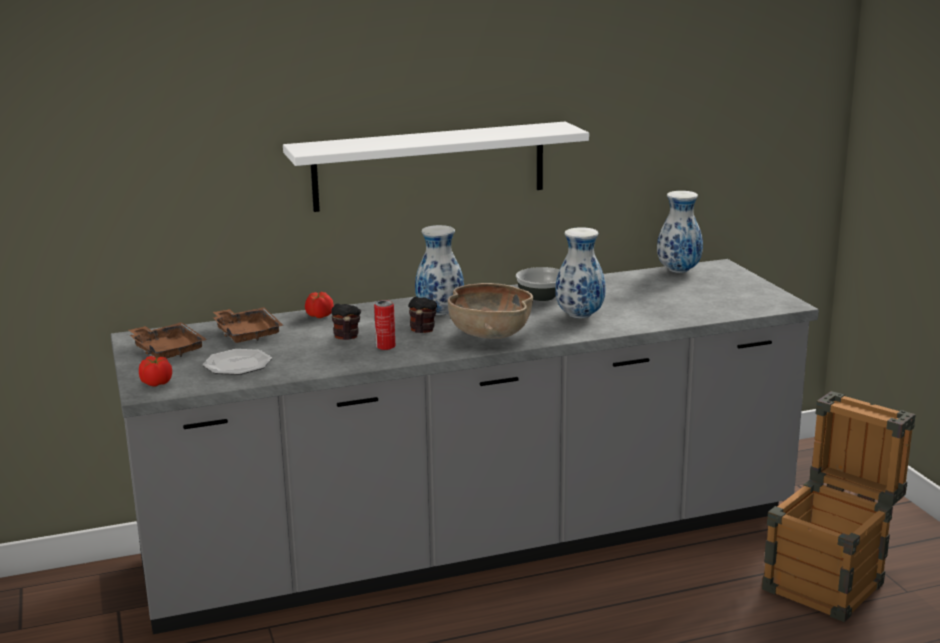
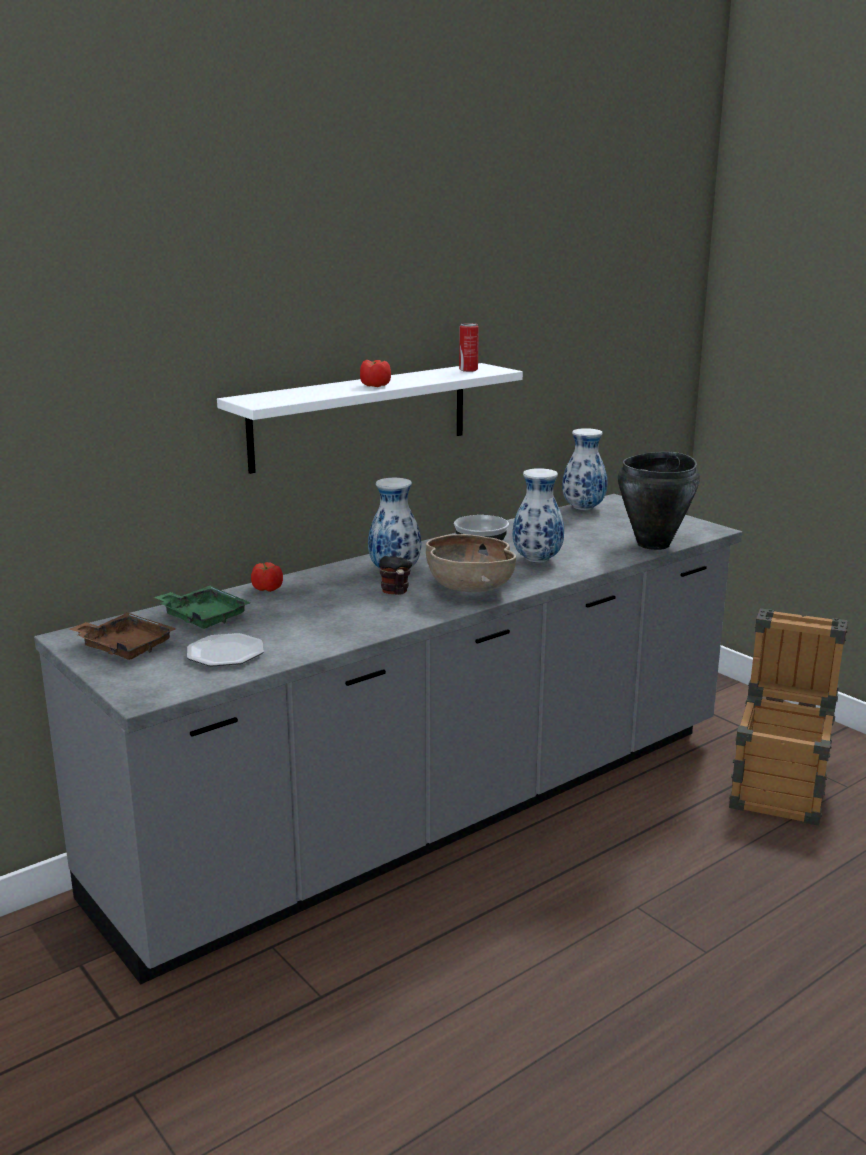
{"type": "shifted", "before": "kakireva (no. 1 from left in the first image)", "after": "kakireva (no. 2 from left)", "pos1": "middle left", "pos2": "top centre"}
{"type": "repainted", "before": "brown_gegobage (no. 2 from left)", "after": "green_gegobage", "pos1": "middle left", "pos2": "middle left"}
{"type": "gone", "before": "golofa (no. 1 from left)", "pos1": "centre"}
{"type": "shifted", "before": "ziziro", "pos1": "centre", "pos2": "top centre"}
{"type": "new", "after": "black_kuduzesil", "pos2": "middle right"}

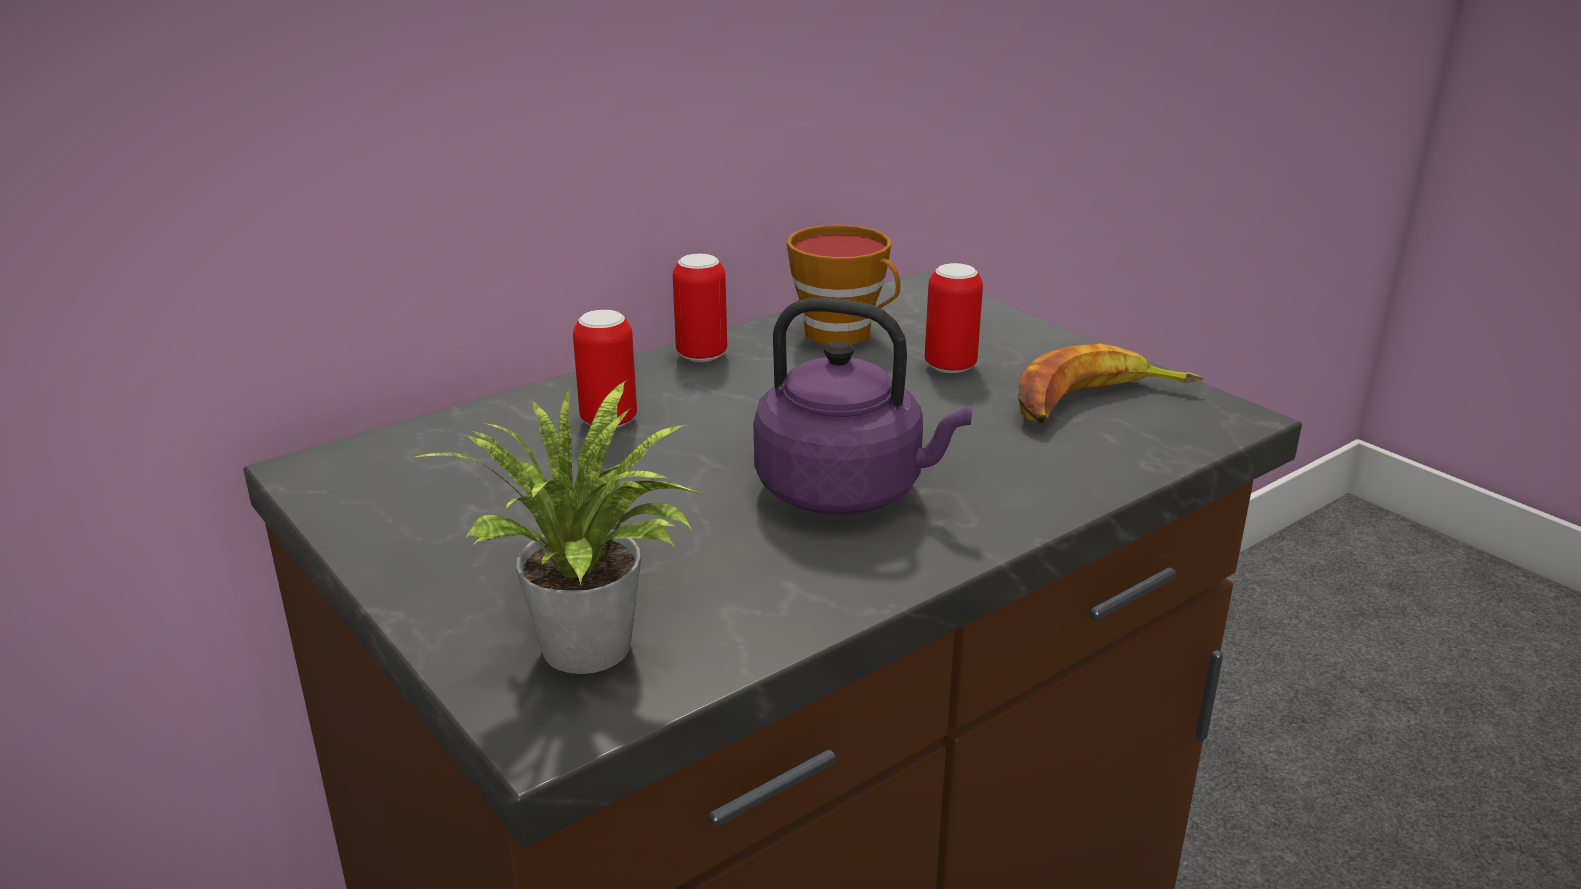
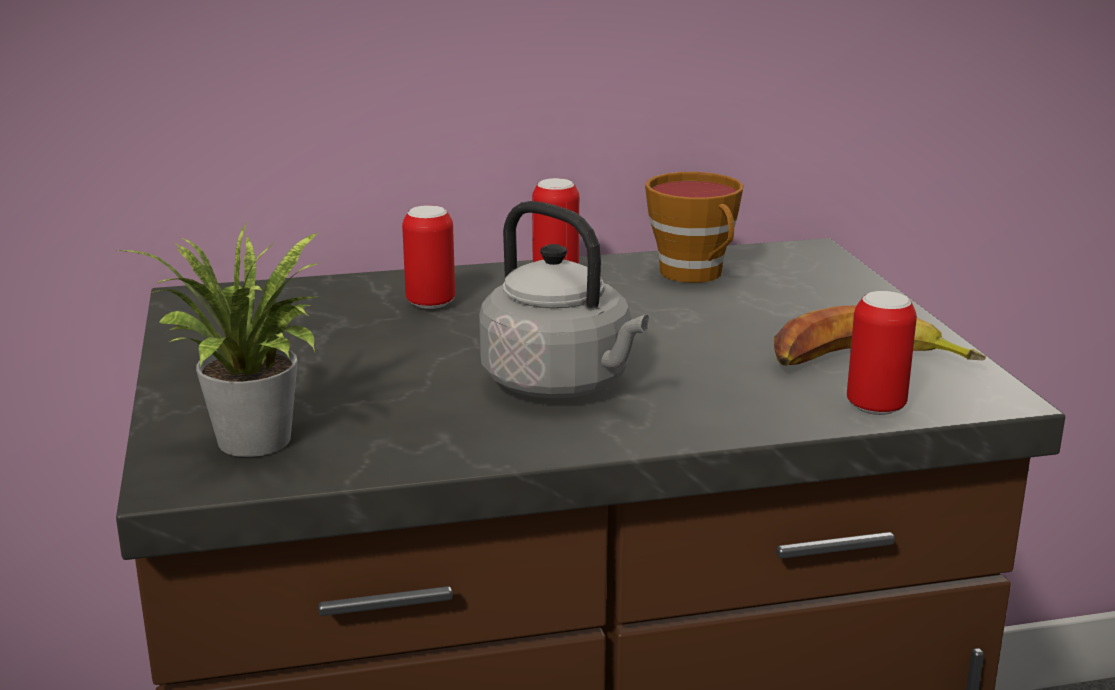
{"type": "repainted", "before": "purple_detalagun", "after": "grey_detalagun", "pos1": "centre", "pos2": "centre"}
{"type": "shifted", "before": "ziziro (no. 3 from left)", "pos1": "centre", "pos2": "middle right"}

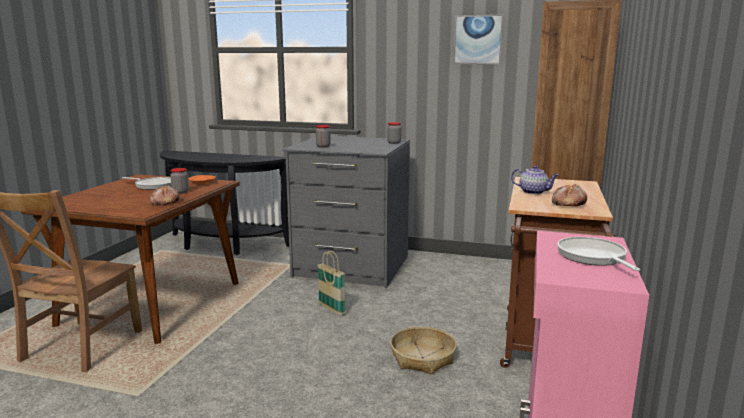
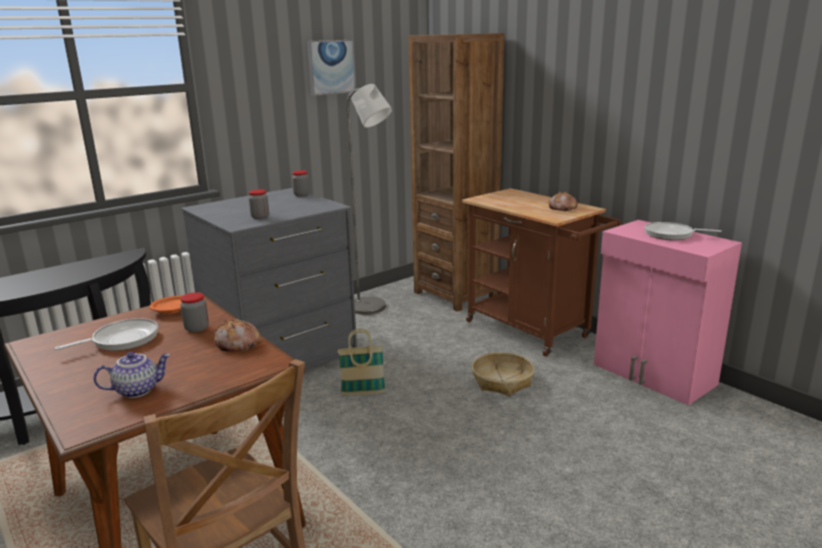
{"type": "shifted", "before": "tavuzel", "pos1": "middle right", "pos2": "bottom left"}
{"type": "new", "after": "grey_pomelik", "pos2": "centre"}

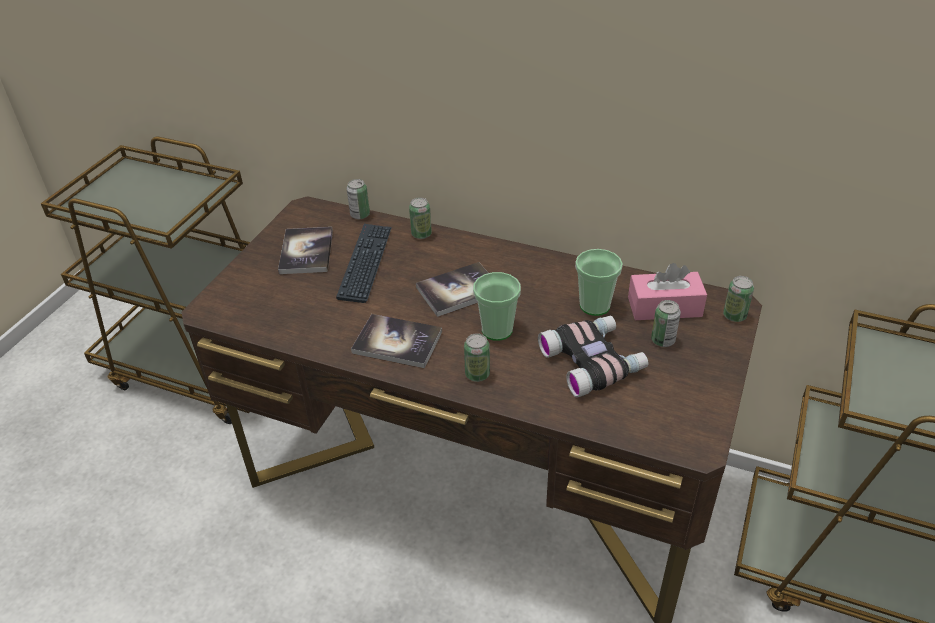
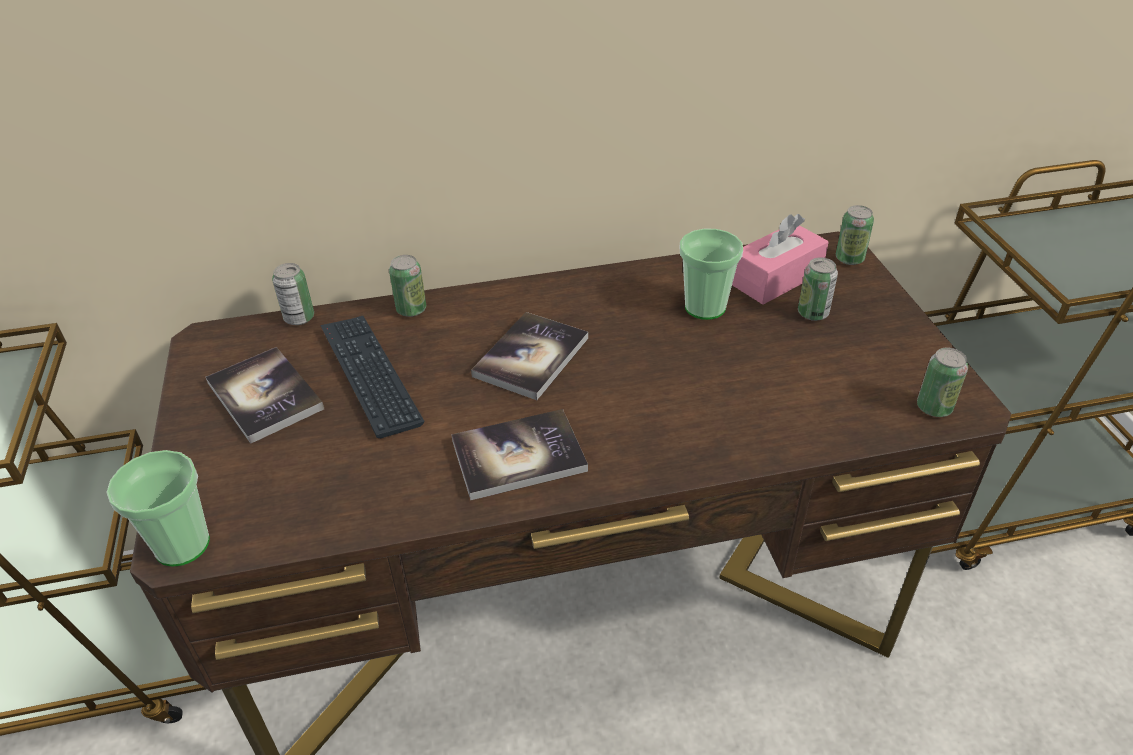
{"type": "shifted", "before": "ziziro (no. 3 from left in the first image)", "after": "ziziro (no. 5 from left)", "pos1": "centre", "pos2": "middle right"}
{"type": "shifted", "before": "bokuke (no. 1 from left)", "pos1": "centre", "pos2": "bottom left"}
{"type": "gone", "before": "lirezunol", "pos1": "centre"}

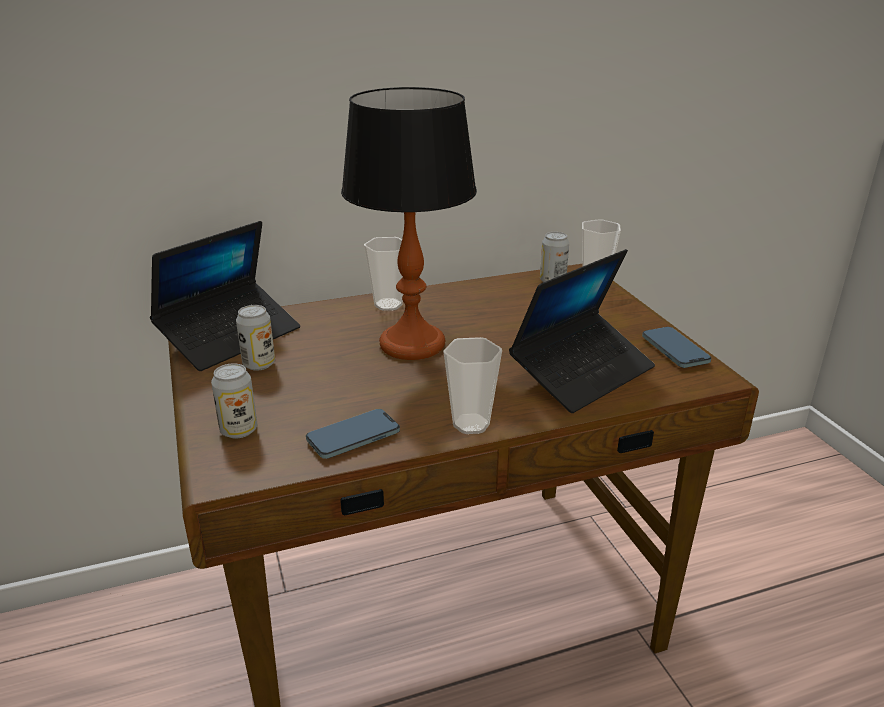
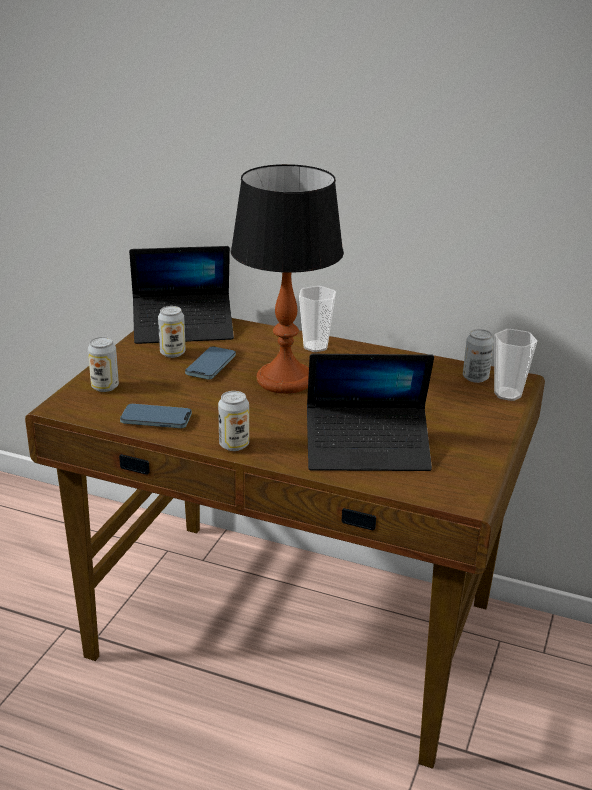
{"type": "swapped", "before": "bokuke (no. 2 from left)", "after": "ziziro (no. 3 from left)", "pos1": "centre", "pos2": "centre"}
{"type": "shifted", "before": "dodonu (no. 2 from left)", "pos1": "middle right", "pos2": "centre"}

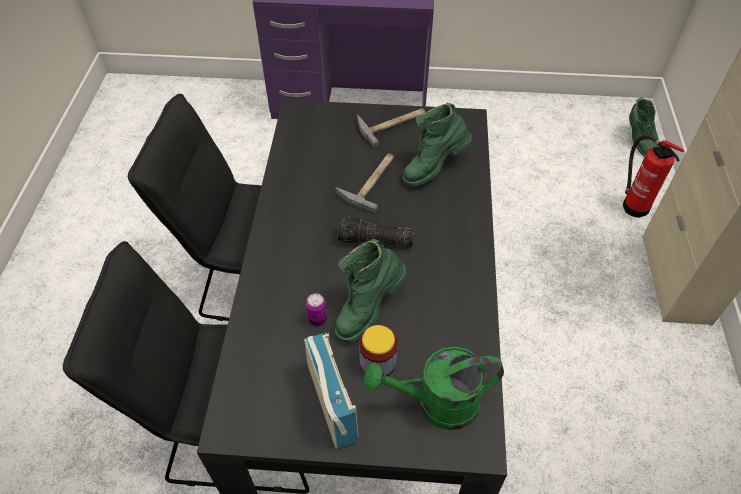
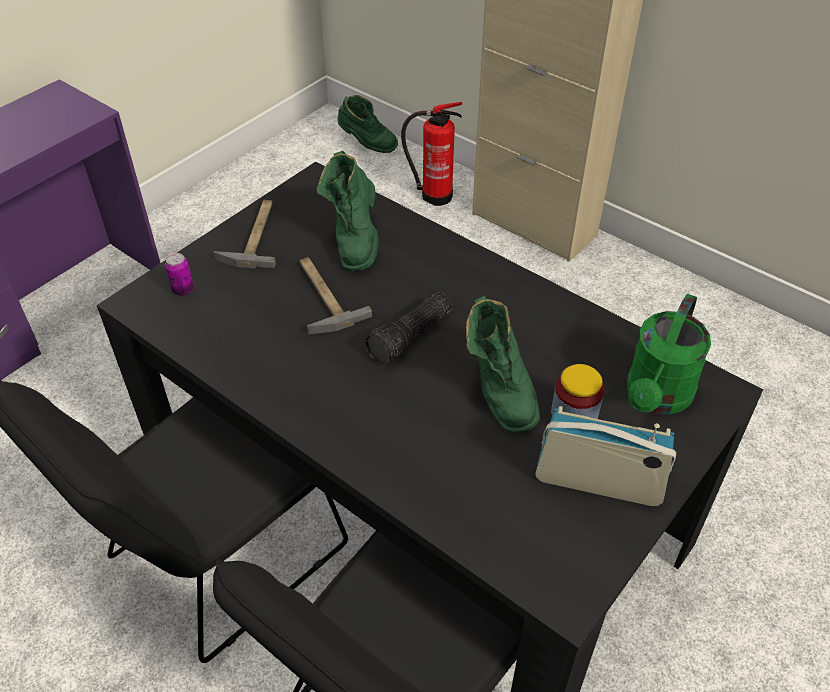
{"type": "shifted", "before": "ziziro", "pos1": "centre", "pos2": "middle left"}

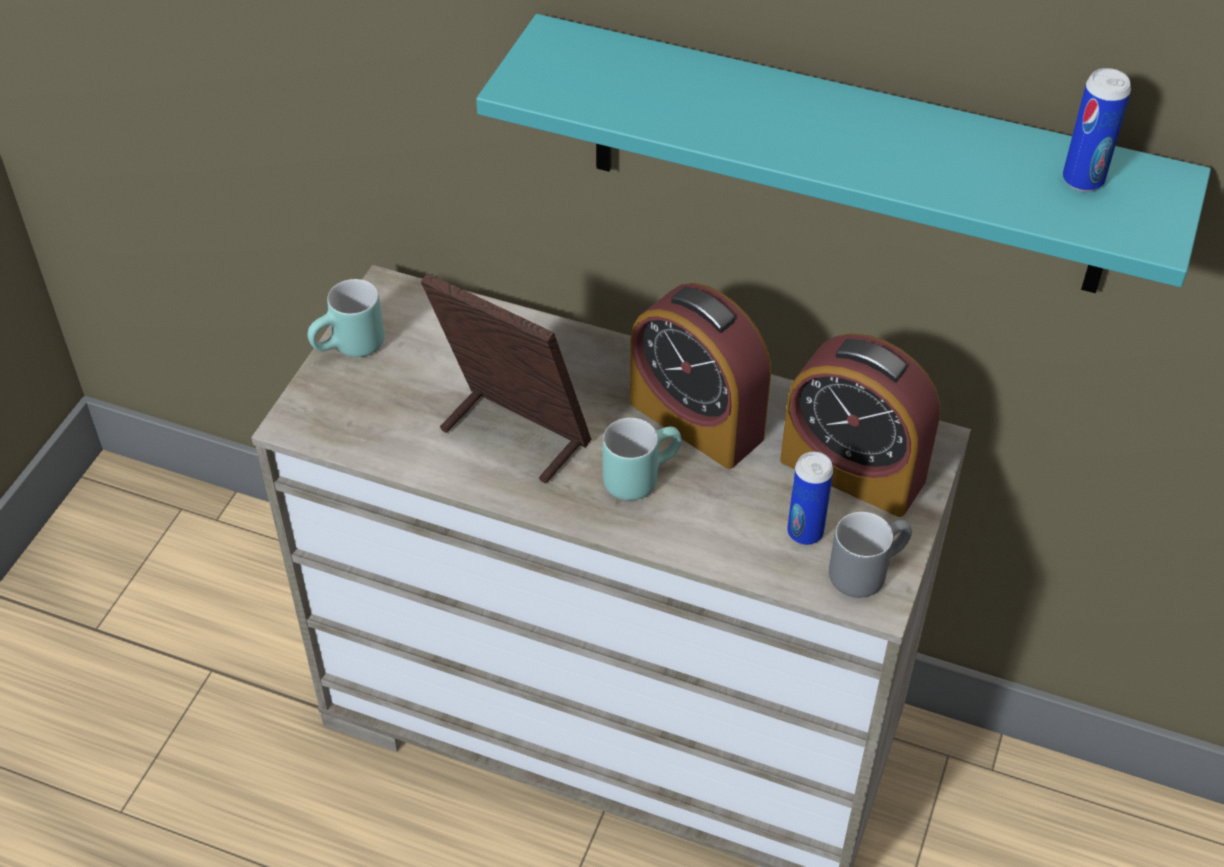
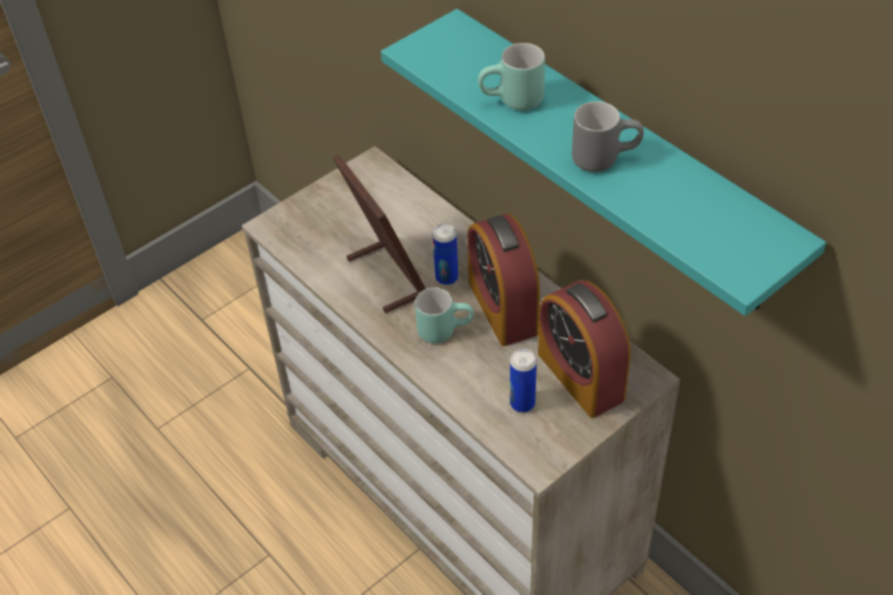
{"type": "shifted", "before": "turquoise_golofa (no. 1 from left in the first image)", "after": "turquoise_golofa (no. 2 from left)", "pos1": "middle left", "pos2": "top centre"}
{"type": "shifted", "before": "grey_golofa", "pos1": "middle right", "pos2": "top right"}
{"type": "shifted", "before": "ziziro (no. 2 from left in the first image)", "after": "ziziro (no. 1 from left)", "pos1": "top right", "pos2": "centre"}

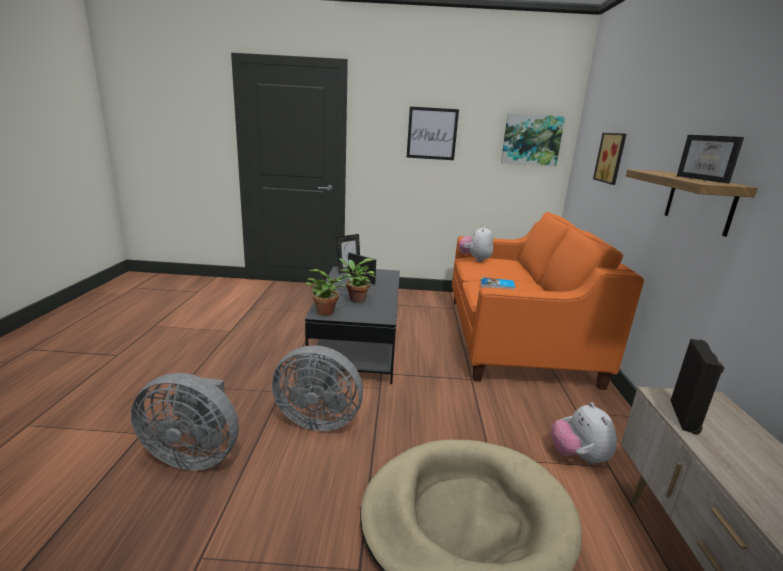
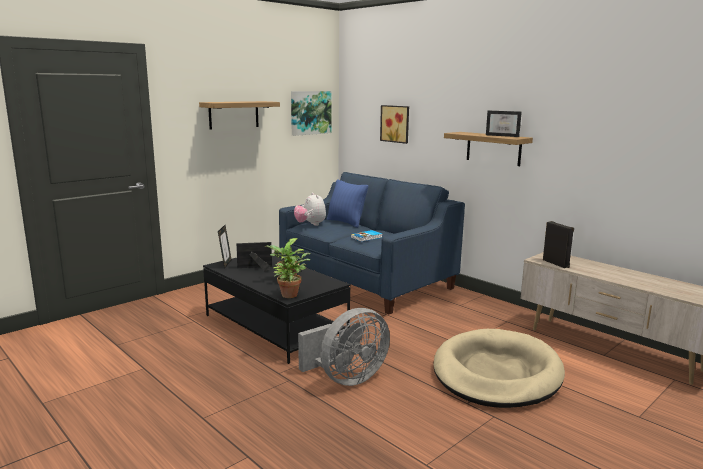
{"type": "gone", "before": "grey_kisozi (no. 1 from left)", "pos1": "bottom left"}
{"type": "swapped", "before": "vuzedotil (no. 1 from left)", "after": "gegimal (no. 1 from left)", "pos1": "top centre", "pos2": "top centre"}
{"type": "repainted", "before": "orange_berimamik", "after": "blue_berimamik", "pos1": "middle right", "pos2": "centre"}
{"type": "gone", "before": "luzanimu (no. 2 from left)", "pos1": "bottom right"}
{"type": "new", "after": "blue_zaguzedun", "pos2": "centre"}

